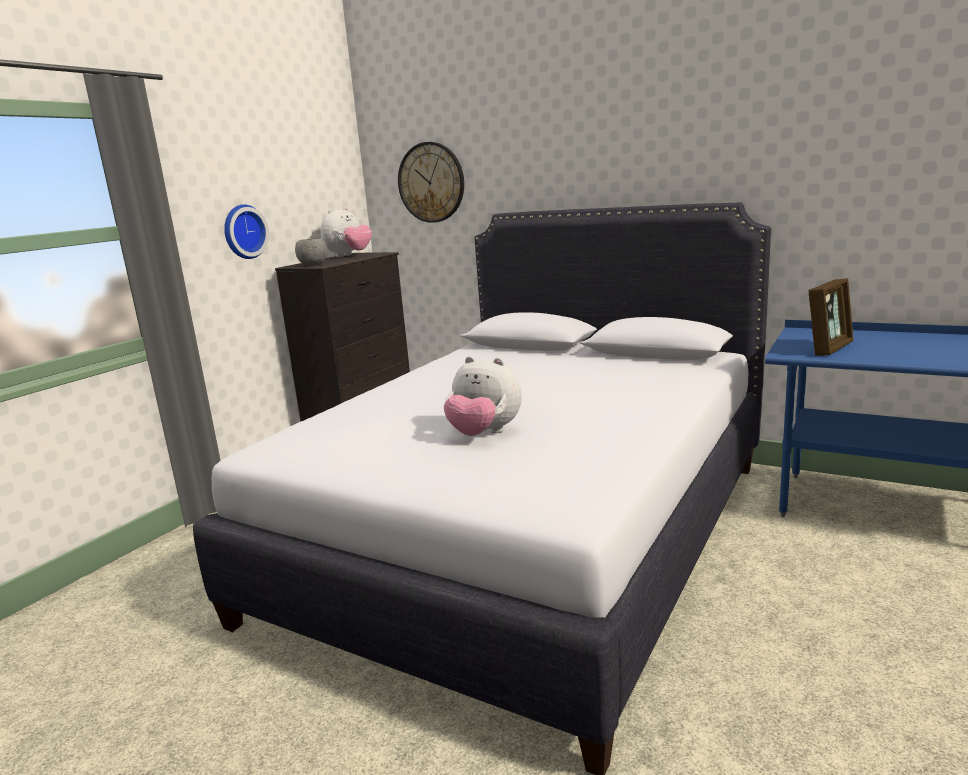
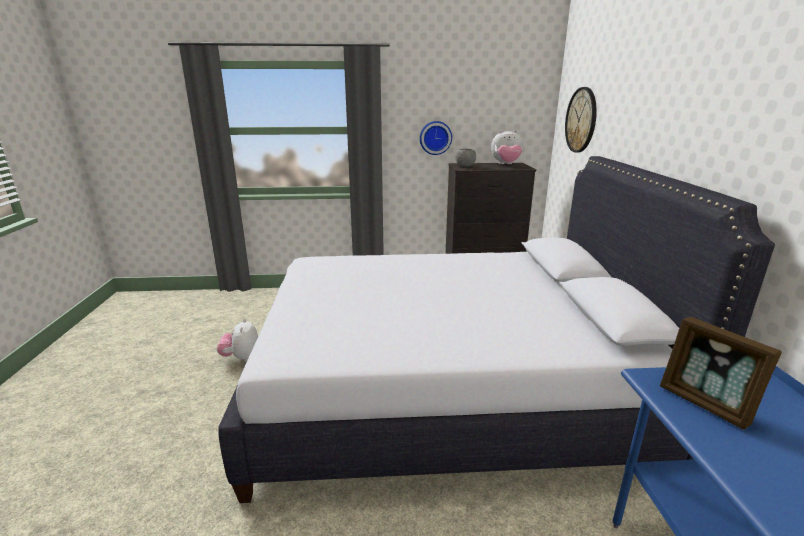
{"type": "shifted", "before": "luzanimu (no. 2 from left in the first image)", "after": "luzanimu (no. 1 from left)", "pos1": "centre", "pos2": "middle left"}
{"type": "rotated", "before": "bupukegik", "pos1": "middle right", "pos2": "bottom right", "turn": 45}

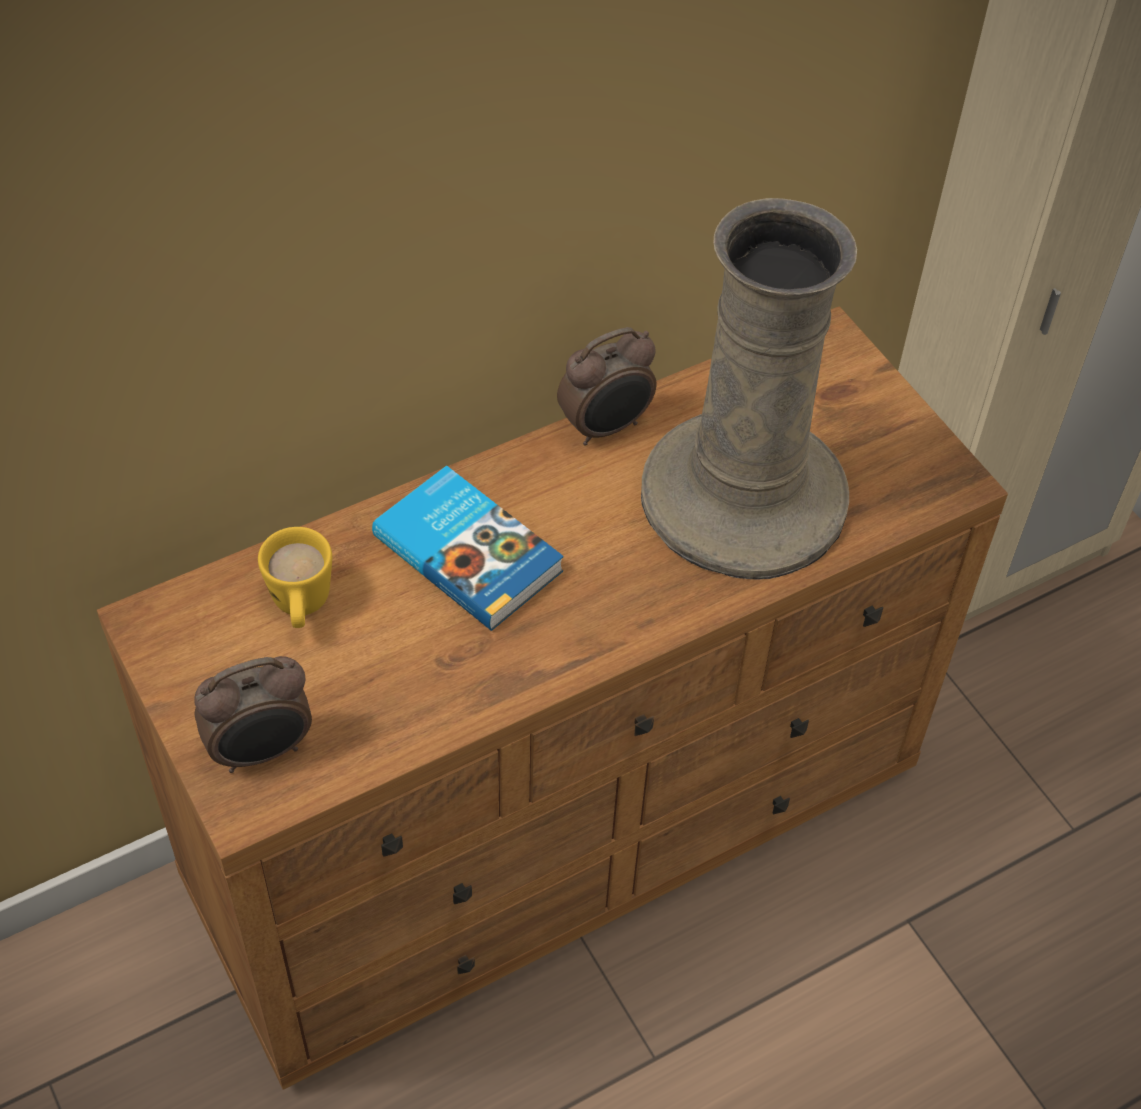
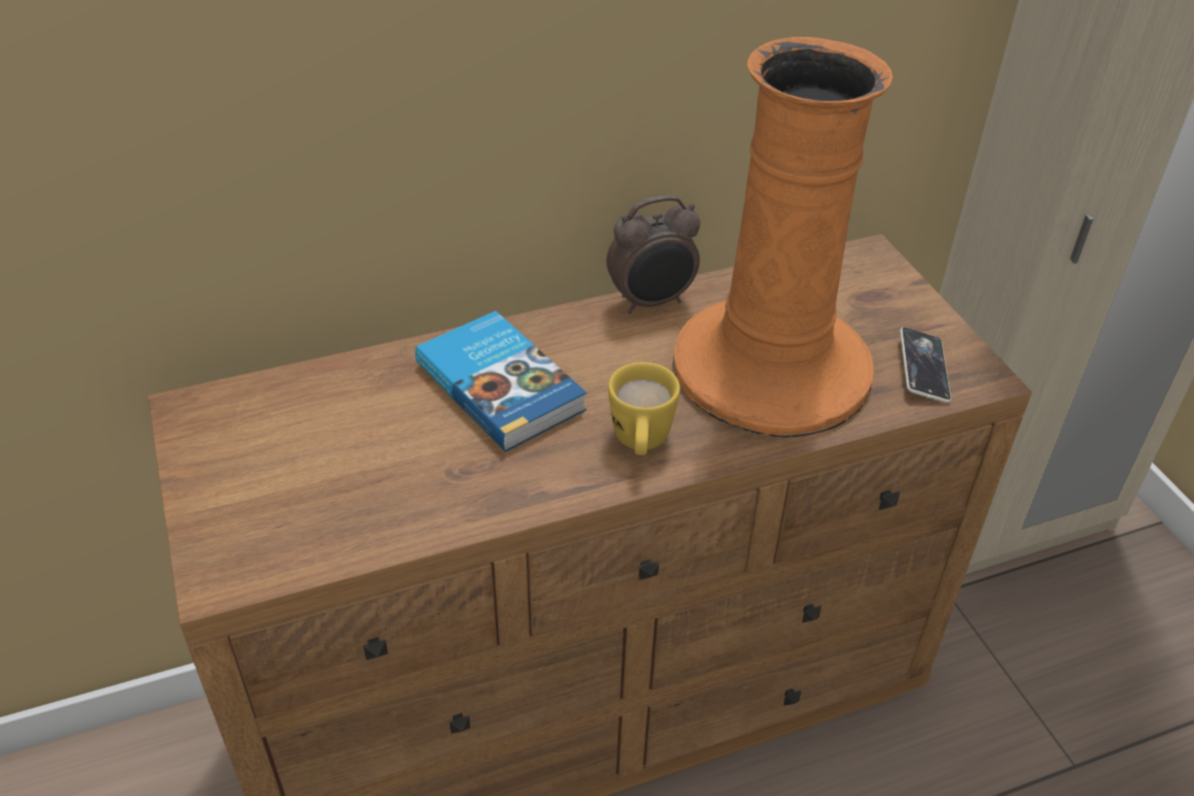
{"type": "gone", "before": "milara (no. 1 from left)", "pos1": "middle left"}
{"type": "shifted", "before": "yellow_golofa", "pos1": "middle left", "pos2": "centre"}
{"type": "repainted", "before": "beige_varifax", "after": "orange_varifax", "pos1": "centre", "pos2": "top centre"}
{"type": "new", "after": "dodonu", "pos2": "middle right"}

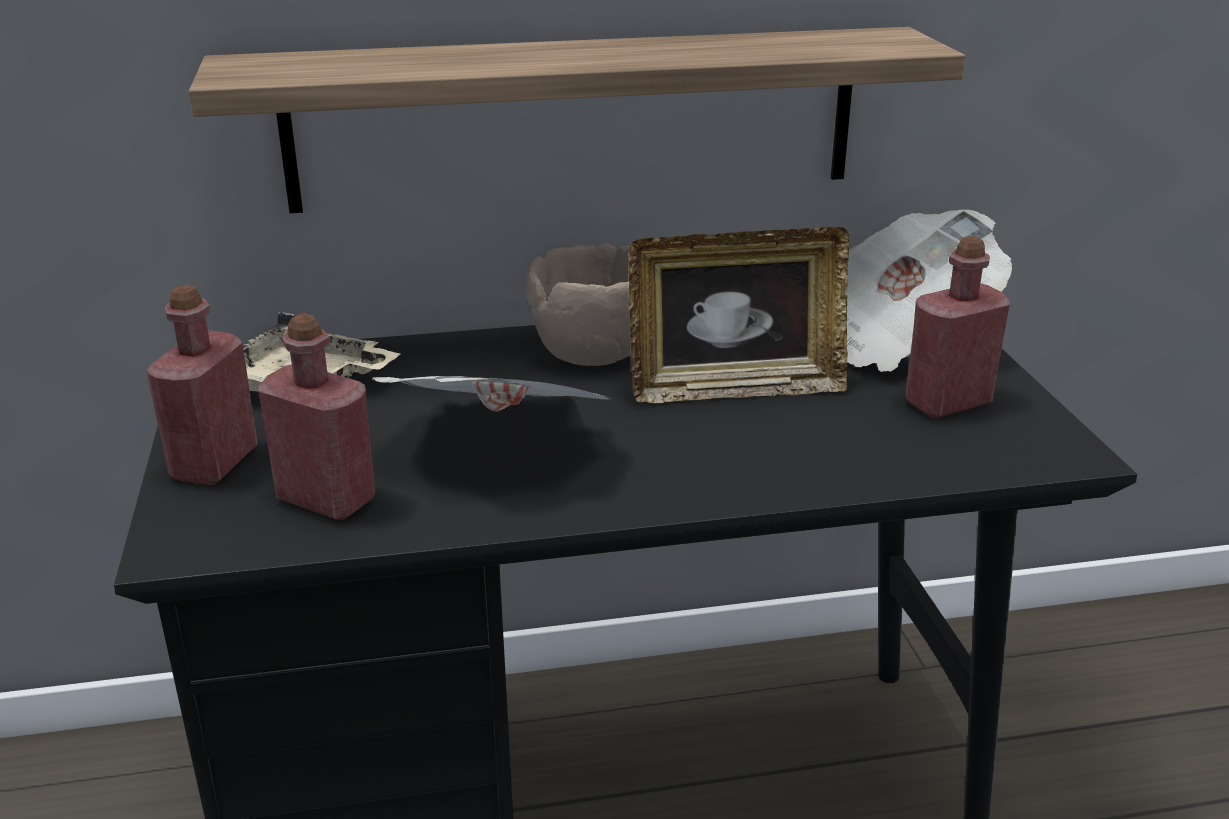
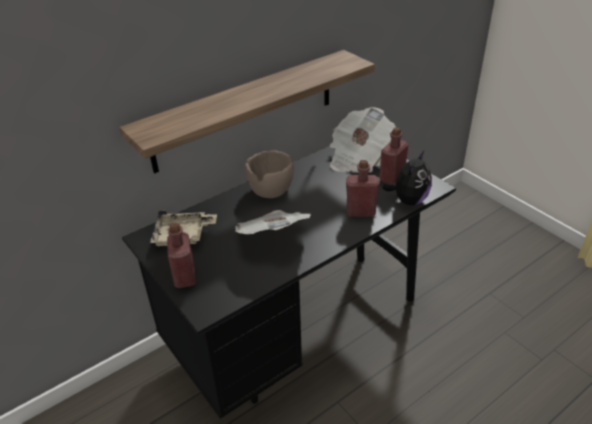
{"type": "shifted", "before": "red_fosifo (no. 2 from left)", "pos1": "middle left", "pos2": "centre"}
{"type": "gone", "before": "bupukegik", "pos1": "centre"}
{"type": "new", "after": "luzanimu", "pos2": "middle right"}

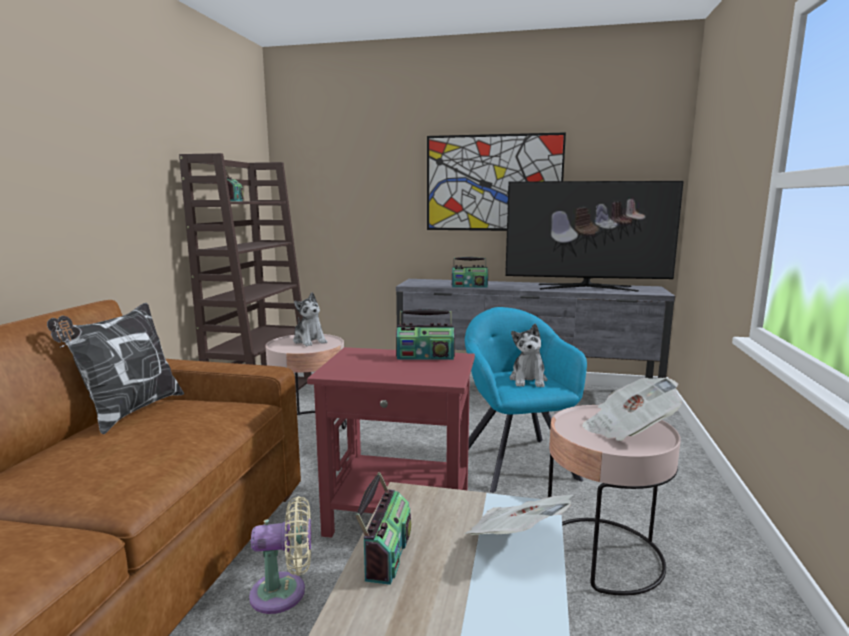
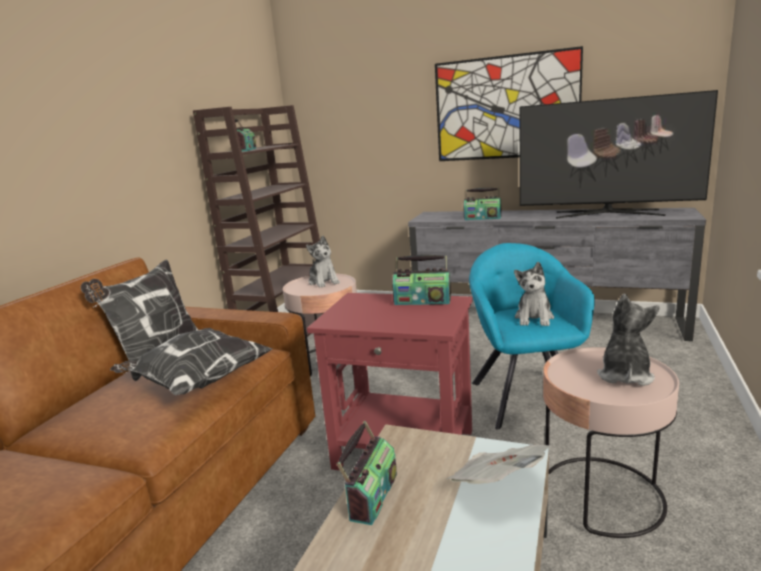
{"type": "gone", "before": "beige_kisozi", "pos1": "bottom left"}
{"type": "swapped", "before": "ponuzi (no. 2 from left)", "after": "luzanimu (no. 3 from left)", "pos1": "middle right", "pos2": "middle right"}
{"type": "new", "after": "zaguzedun (no. 2 from left)", "pos2": "middle left"}

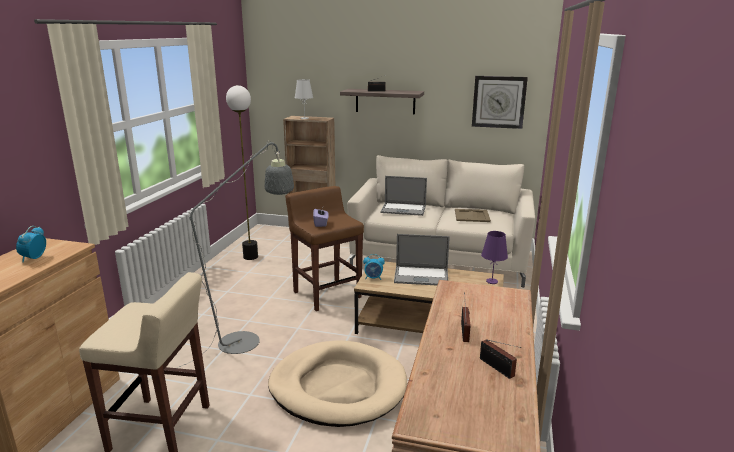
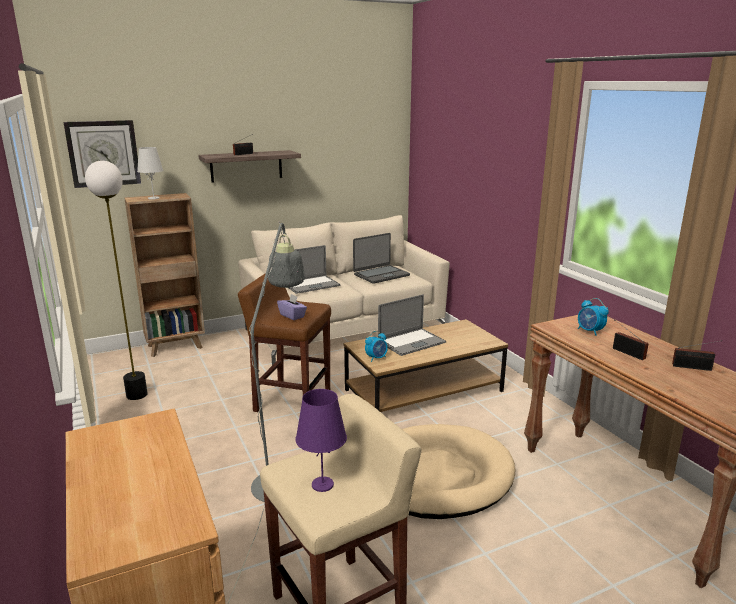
{"type": "shifted", "before": "milara (no. 1 from left in the first image)", "after": "milara (no. 2 from left)", "pos1": "middle left", "pos2": "middle right"}
{"type": "swapped", "before": "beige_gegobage", "after": "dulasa (no. 2 from left)", "pos1": "centre", "pos2": "centre"}
{"type": "shifted", "before": "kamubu", "pos1": "top right", "pos2": "top left"}
{"type": "shifted", "before": "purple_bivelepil", "pos1": "middle right", "pos2": "bottom centre"}

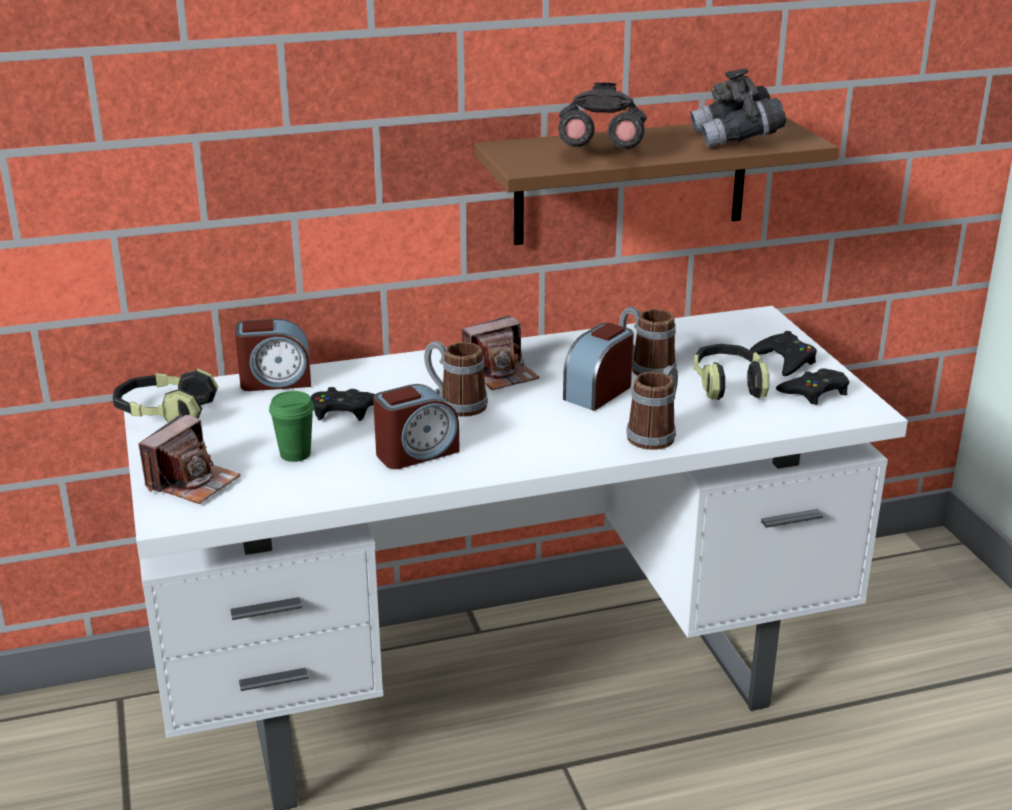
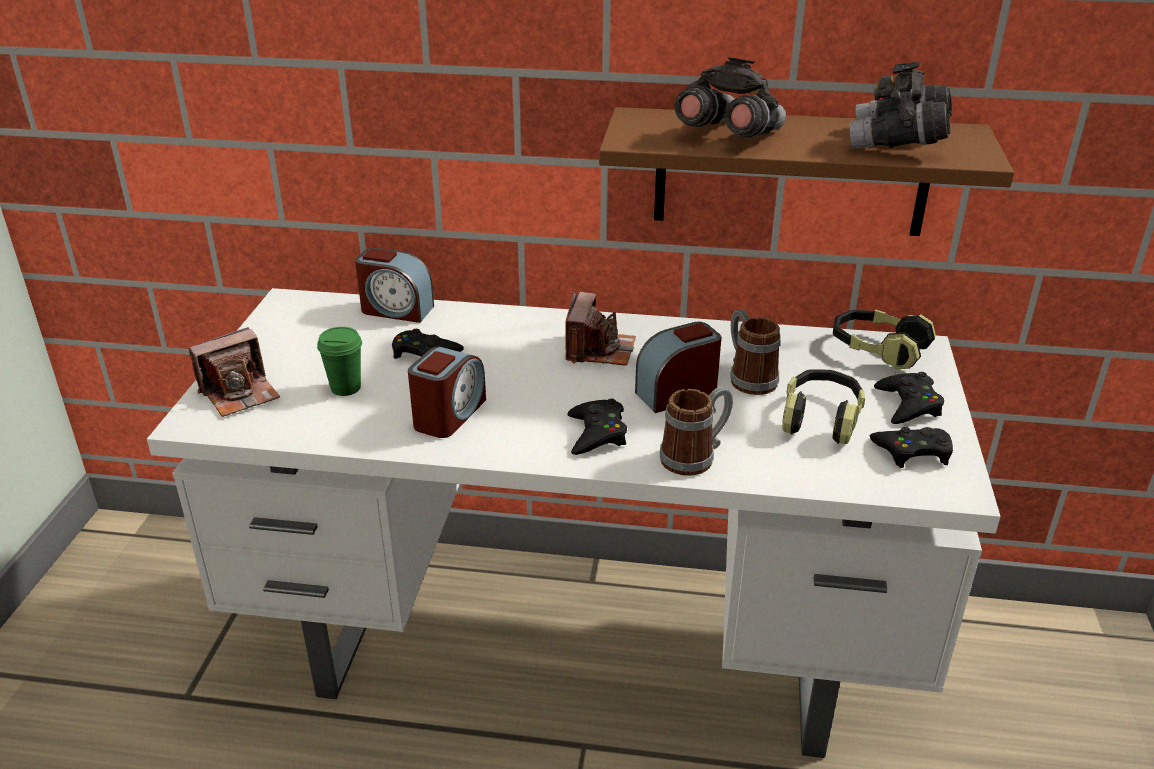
{"type": "shifted", "before": "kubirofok (no. 1 from left in the first image)", "after": "kubirofok (no. 2 from left)", "pos1": "middle left", "pos2": "middle right"}
{"type": "rotated", "before": "milara (no. 2 from left)", "pos1": "centre", "pos2": "centre", "turn": -60}
{"type": "gone", "before": "golofa (no. 1 from left)", "pos1": "centre"}
{"type": "rotated", "before": "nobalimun (no. 2 from left)", "pos1": "centre", "pos2": "centre", "turn": -75}
{"type": "new", "after": "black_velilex (no. 2 from left)", "pos2": "centre"}

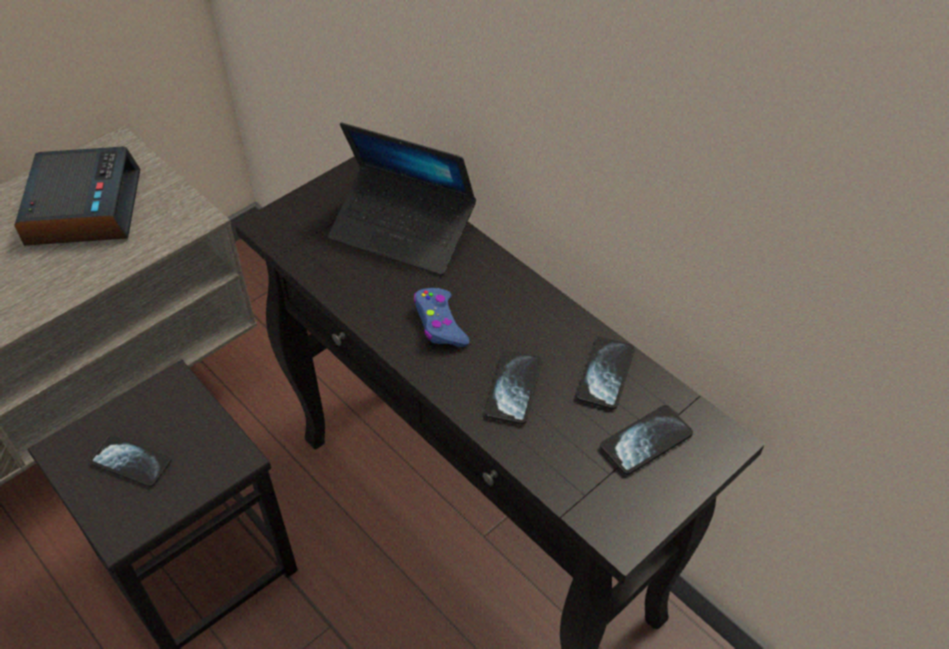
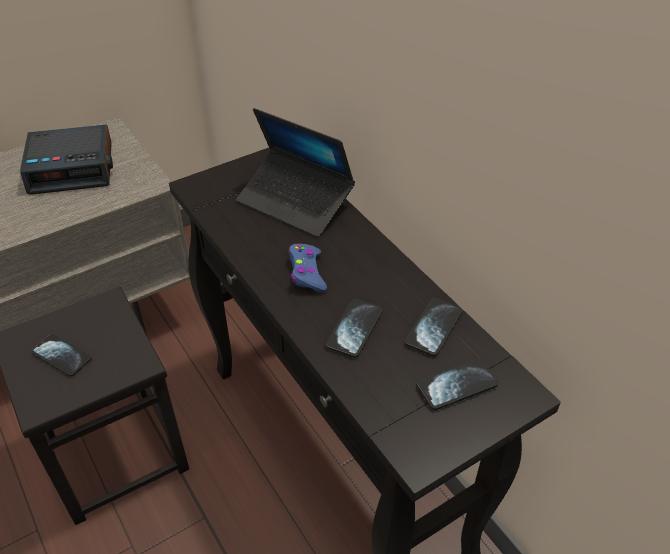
{"type": "rotated", "before": "milara", "pos1": "top left", "pos2": "top left", "turn": 75}

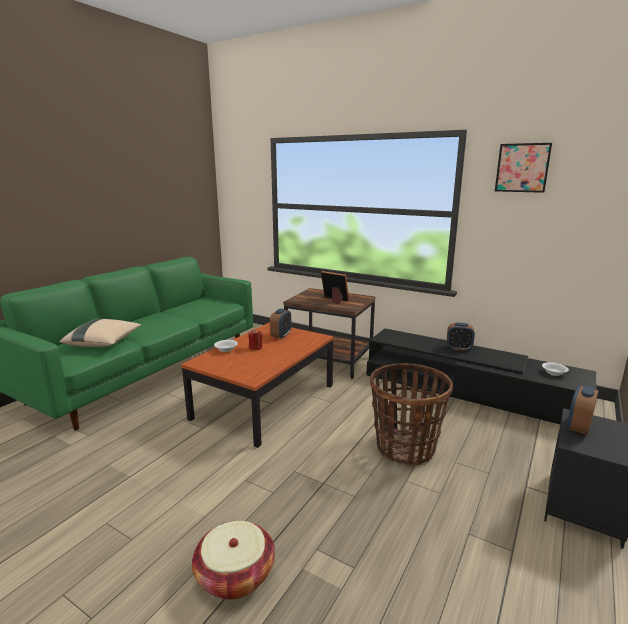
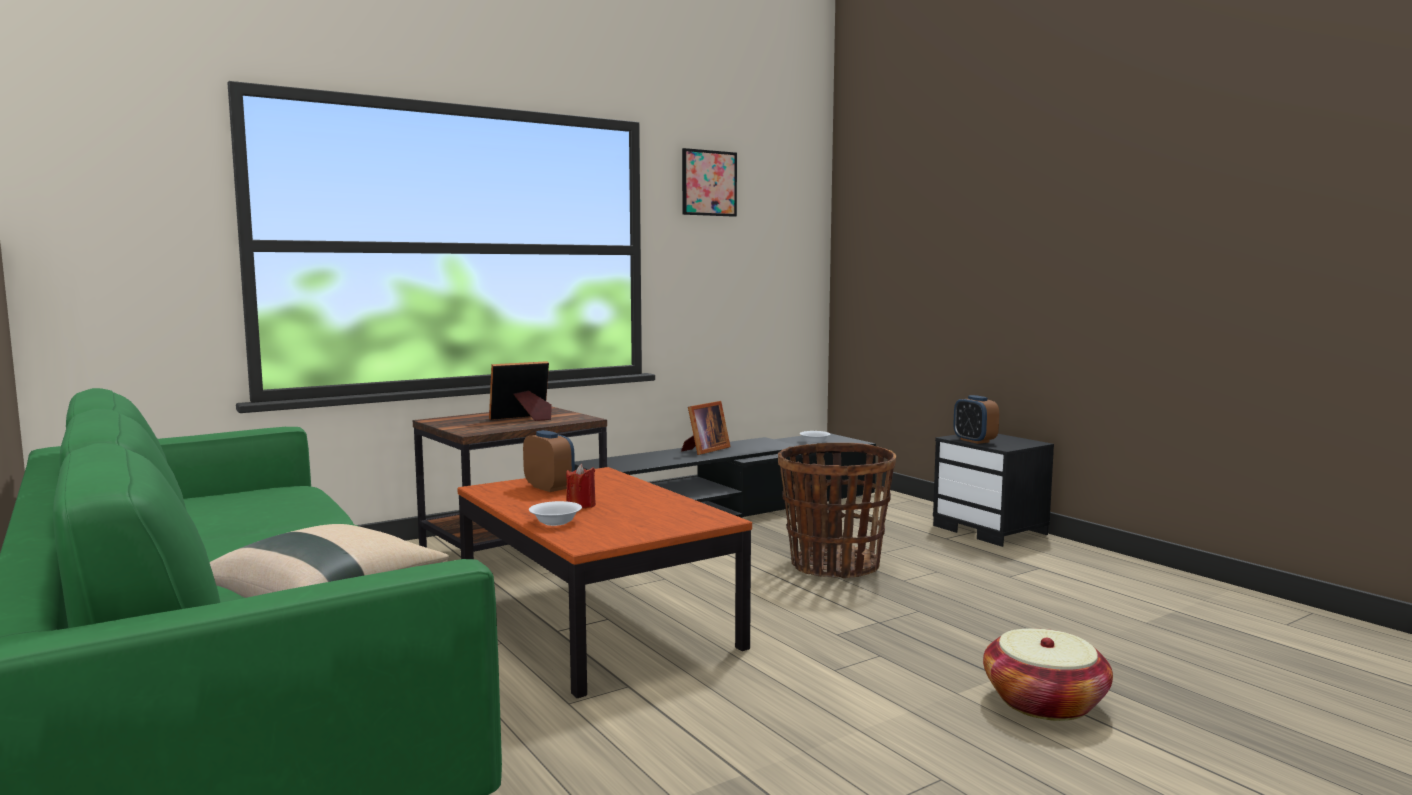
{"type": "swapped", "before": "milara (no. 2 from left)", "after": "bupukegik (no. 2 from left)", "pos1": "middle right", "pos2": "centre"}

